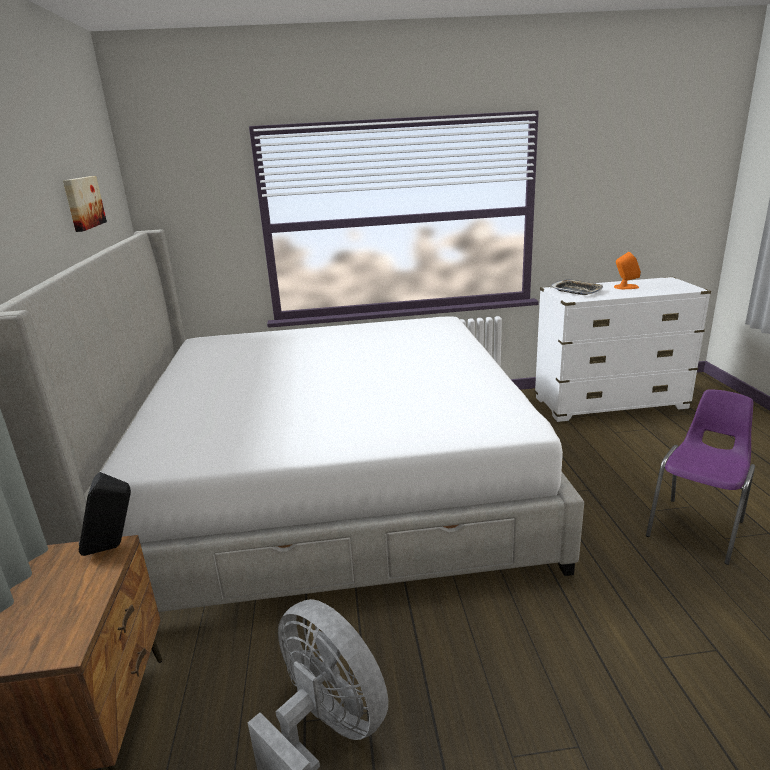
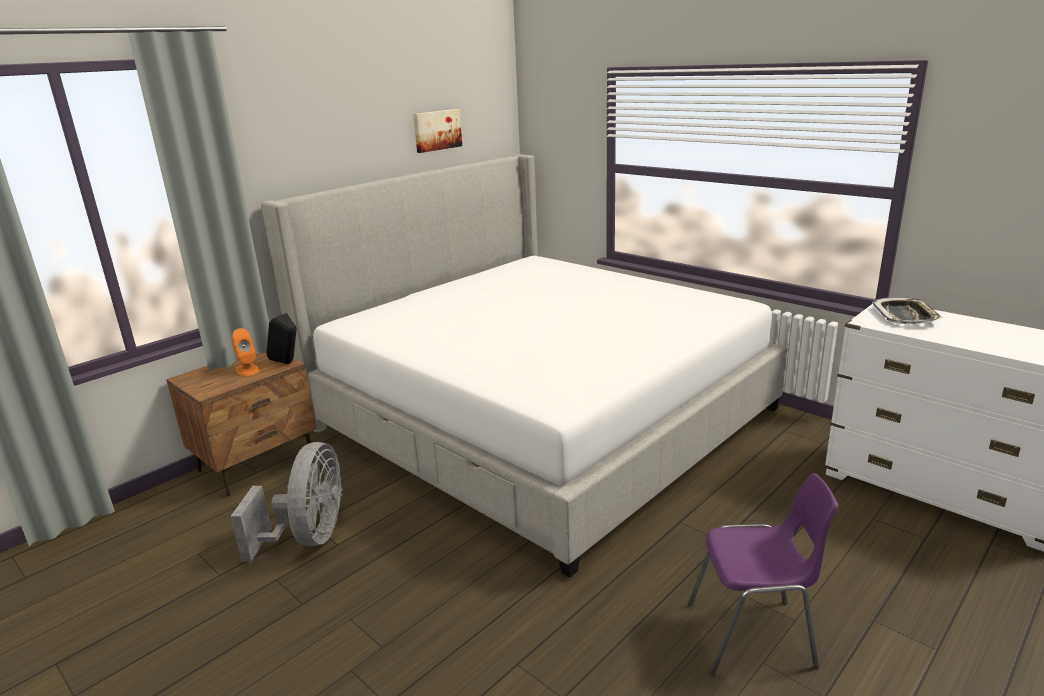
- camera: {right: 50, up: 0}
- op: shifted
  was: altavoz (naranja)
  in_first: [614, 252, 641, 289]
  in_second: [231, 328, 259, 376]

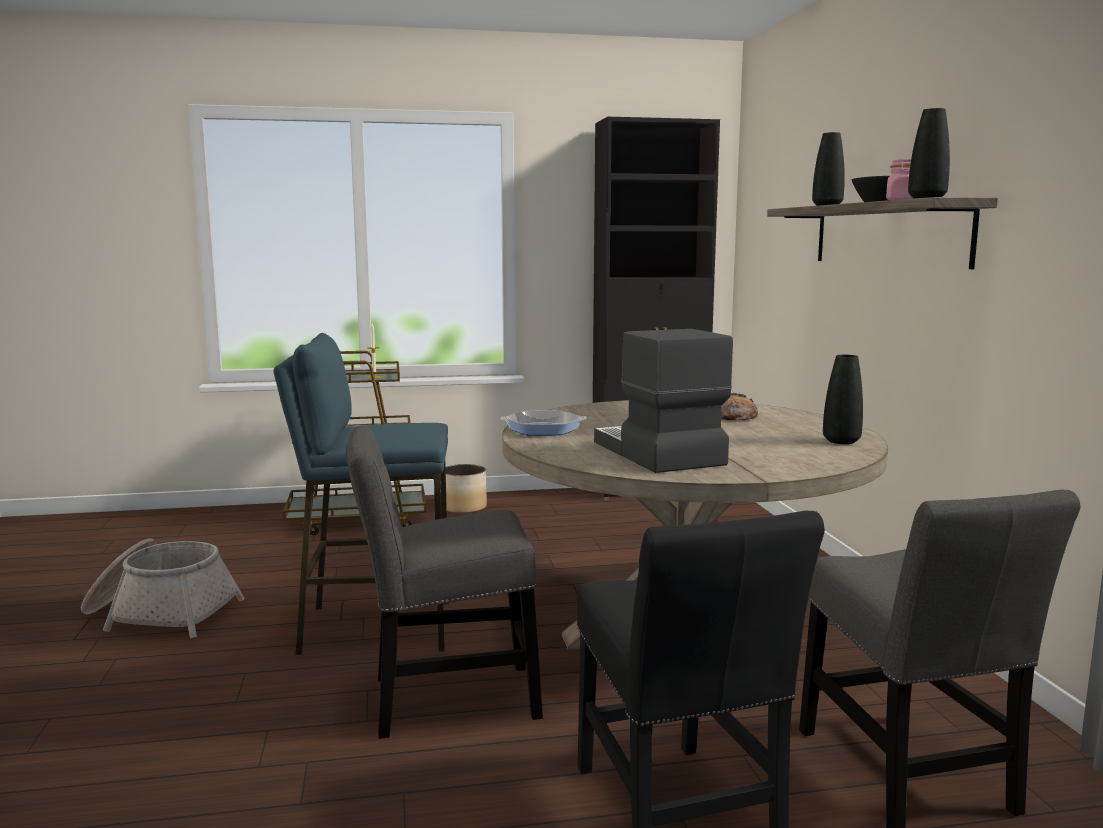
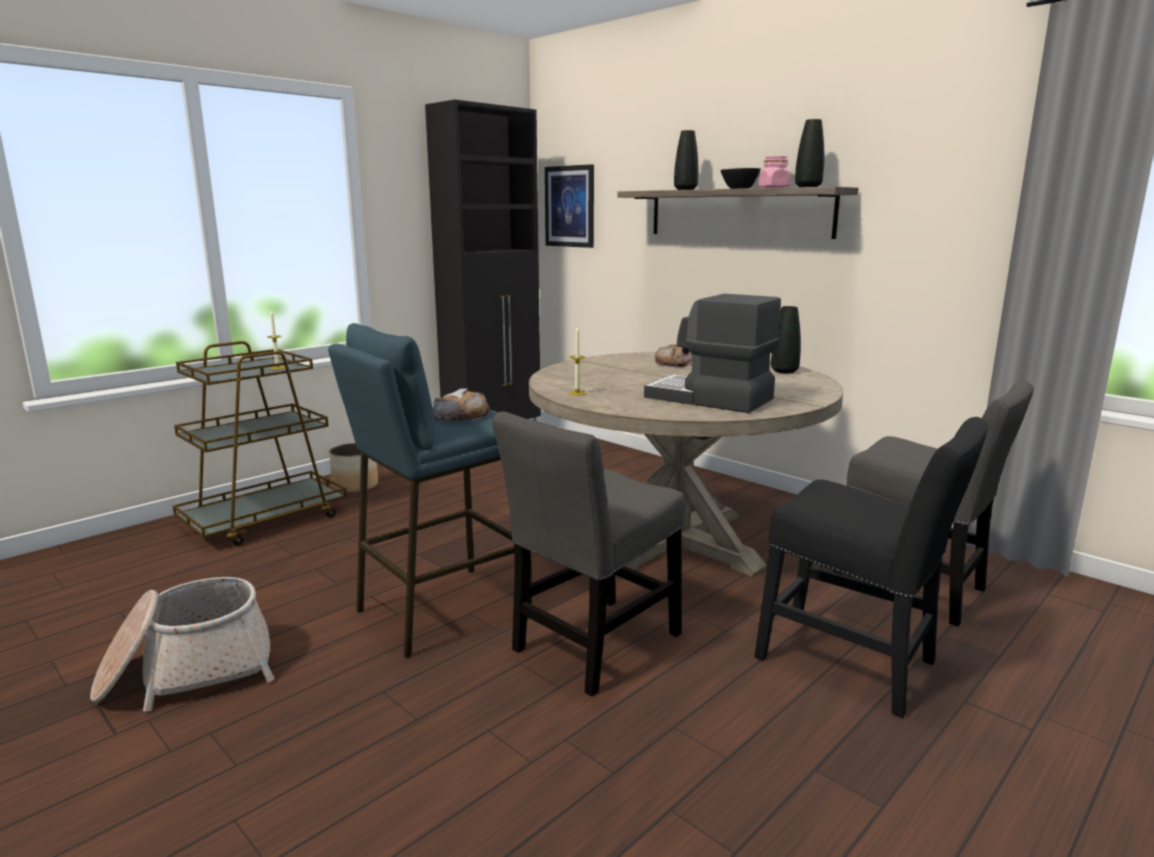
- camera: {right: -35, up: 5}
- op: new
  now: pan
  in_second: [434, 388, 490, 421]
- op: new
  now: cuadro
  in_second: [545, 164, 594, 248]
- op: swapped
  was: sartén
  now: vela
  in_first: [500, 410, 587, 436]
  in_second: [568, 326, 586, 396]

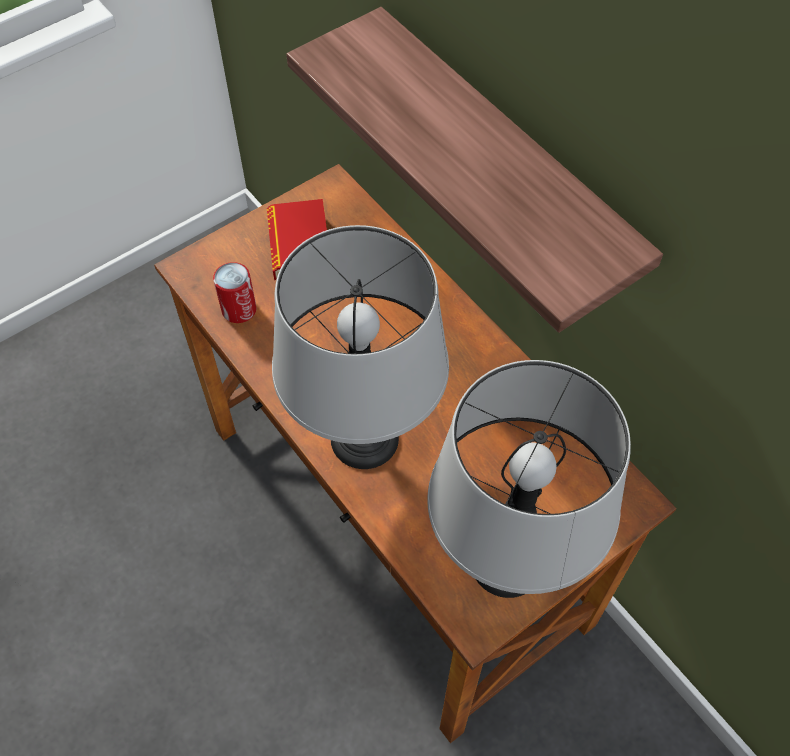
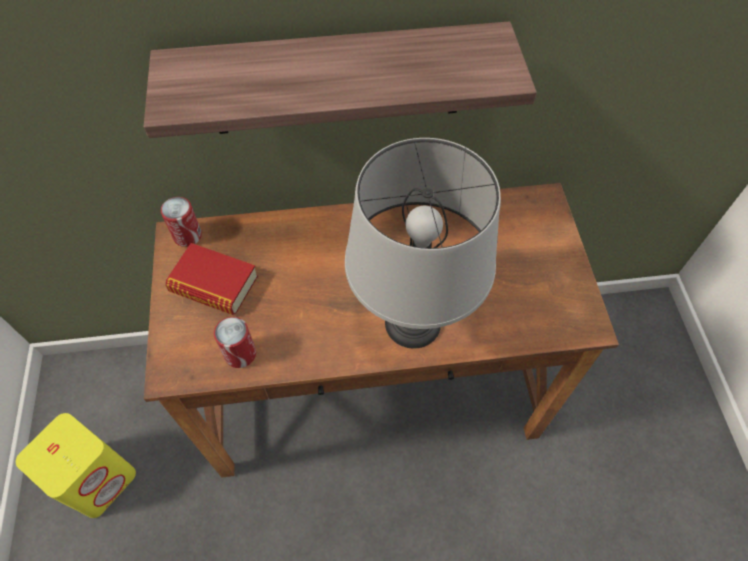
- camera: {right: -60, up: 0}
- op: gone
  was: lámpara de mesa (gris)
  in_first: [427, 360, 631, 598]
- op: new
  now: altavoz (amarillo)
  in_second: [16, 413, 136, 518]
- op: new
  now: lata
  in_second: [161, 197, 202, 247]

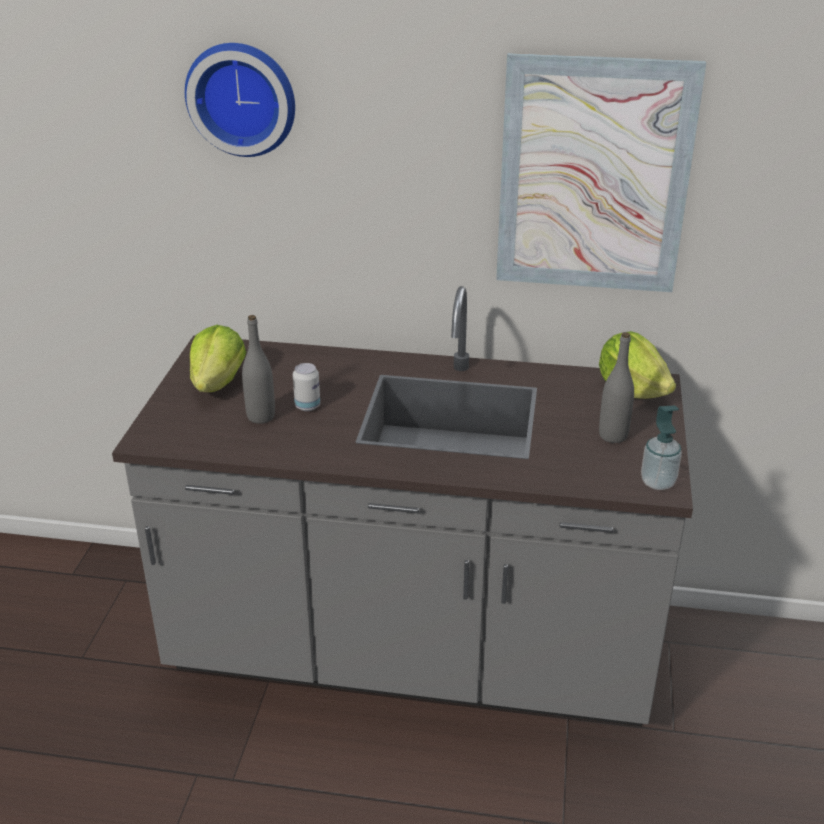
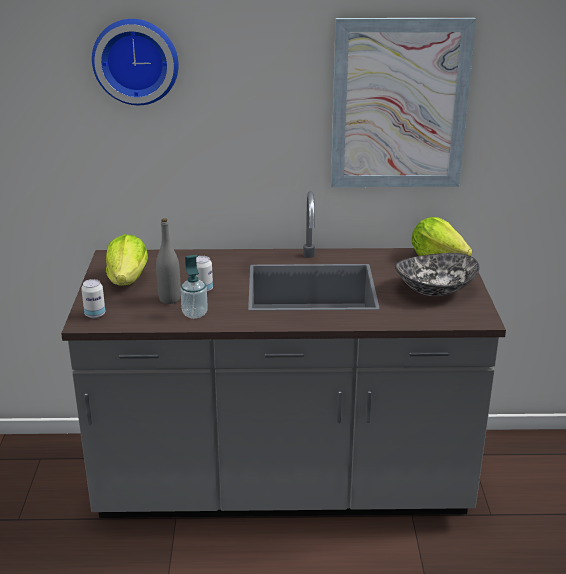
- camera: {right: -10, up: -5}
- op: new
  now: lata
  in_second: [81, 279, 105, 318]
- op: shifted
  was: dispensador de jabón
  in_first: [641, 405, 682, 490]
  in_second: [181, 255, 208, 319]
- op: swapped
  was: botella (gris)
  now: cuenco
  in_first: [599, 332, 634, 443]
  in_second: [395, 253, 480, 296]

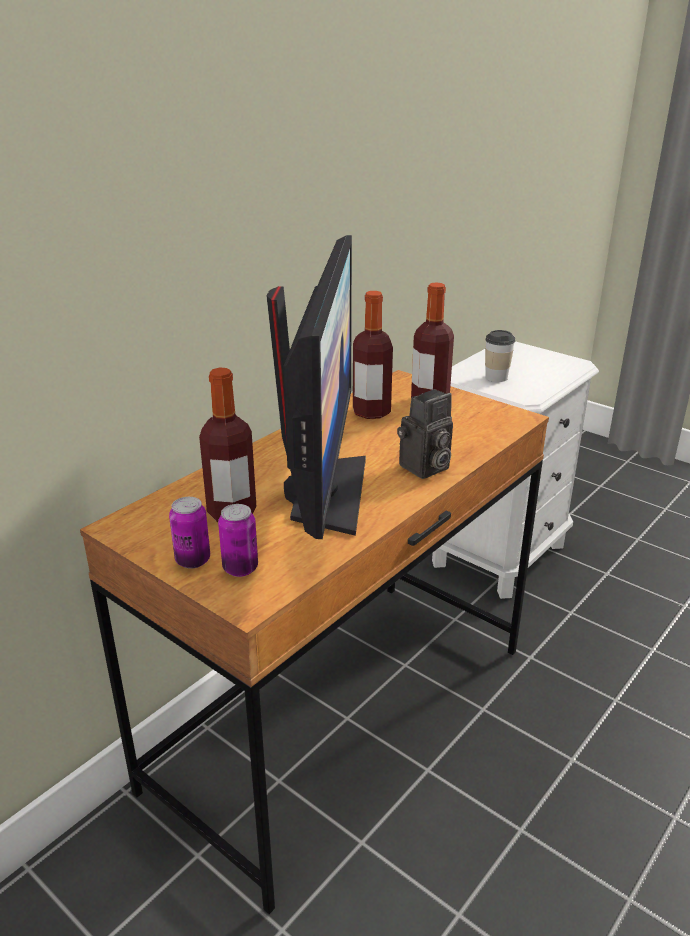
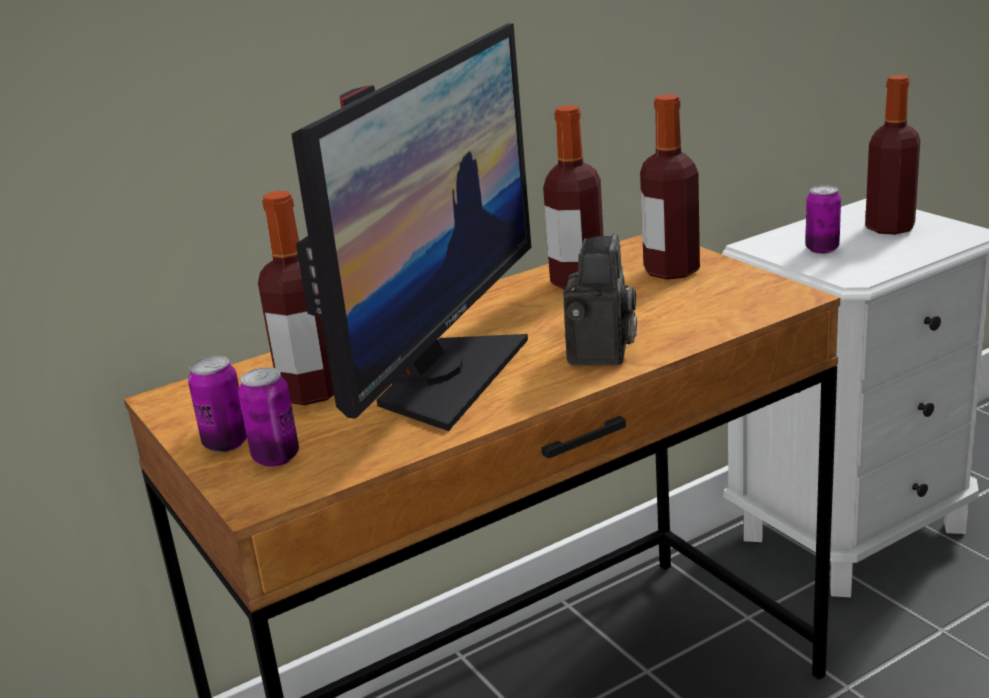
- camera: {right: 20, up: -5}
- op: new
  now: botella
  in_second: [865, 75, 920, 235]
- op: swapped
  was: taza
  now: lata
  in_first: [485, 330, 515, 382]
  in_second: [805, 185, 841, 254]
- op: rotated
  was: cámara
  in_first: [397, 389, 453, 479]
  in_second: [563, 233, 637, 366]
  clockwise: -60

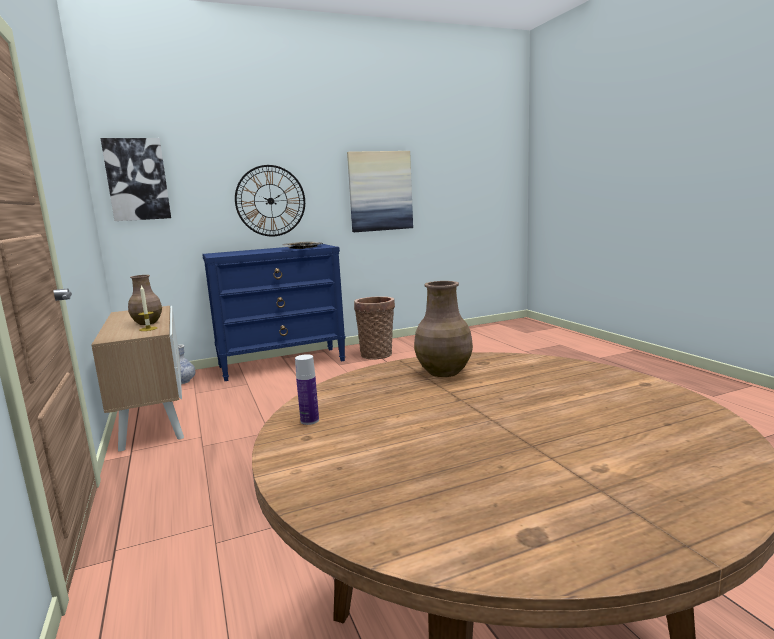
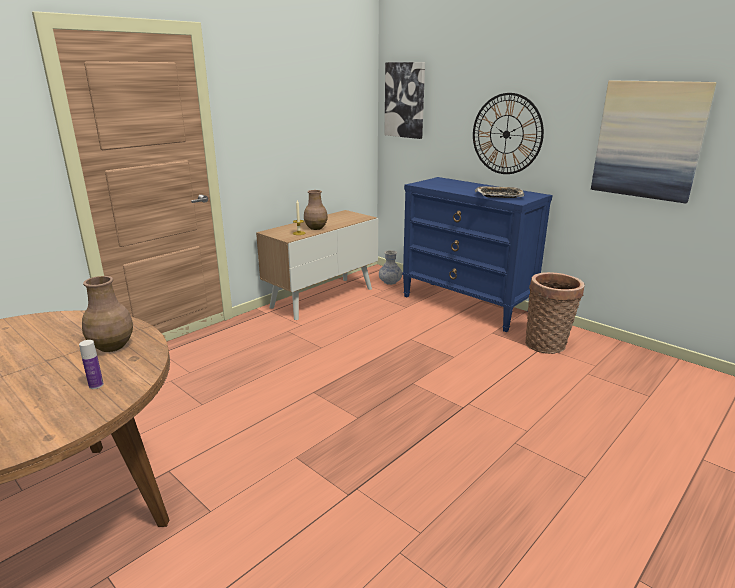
- camera: {right: 65, up: 10}
- op: shifted
  was: botella
  in_first: [295, 354, 319, 425]
  in_second: [79, 340, 104, 389]

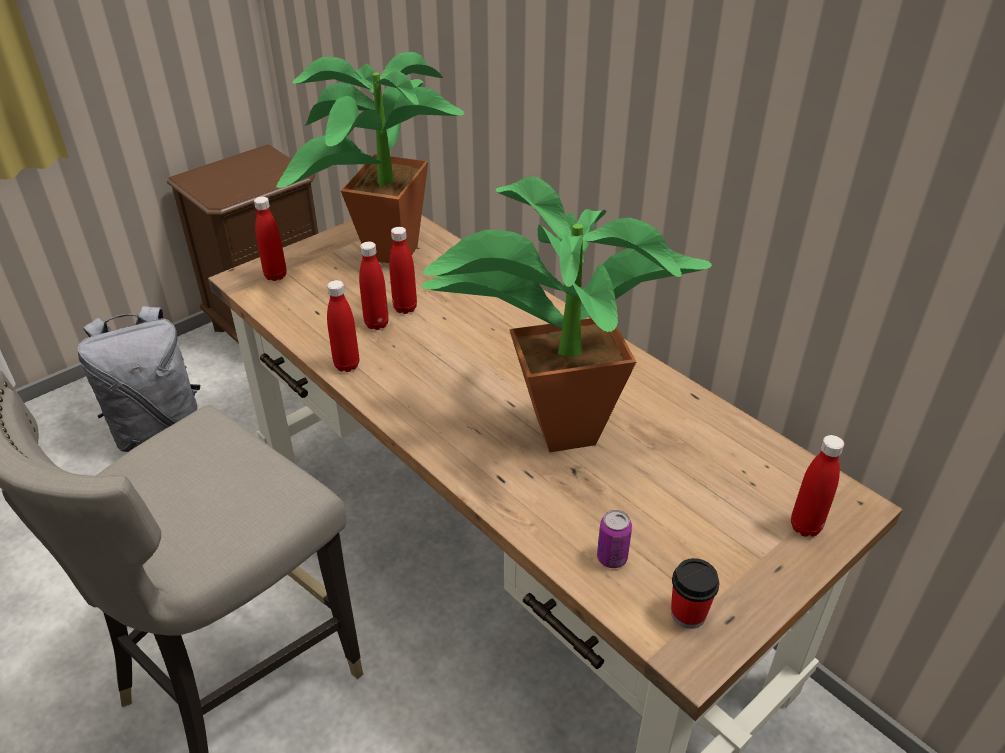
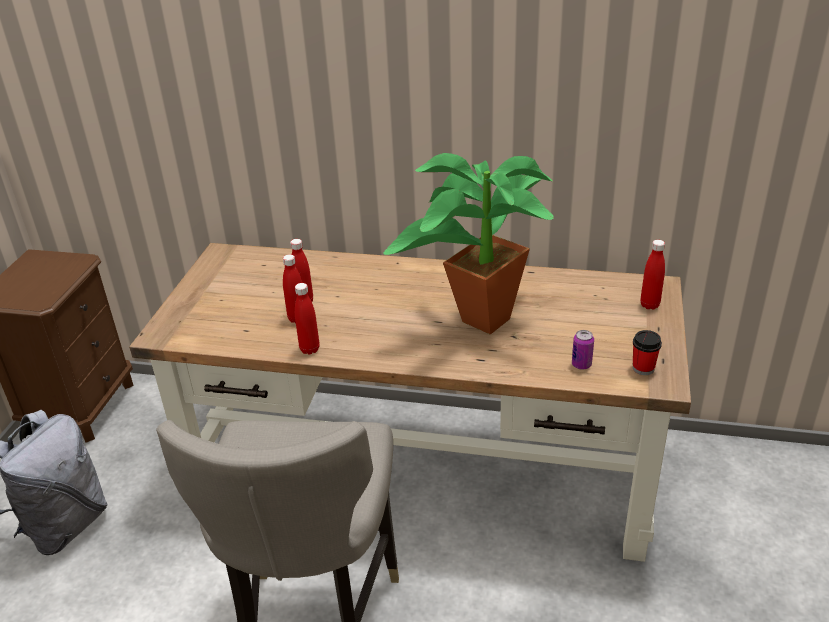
- camera: {right: -35, up: -5}
- op: gone
  was: botella (rojo)
  in_first: [254, 197, 287, 281]
- op: gone
  was: planta en maceta
  in_first: [277, 52, 465, 263]

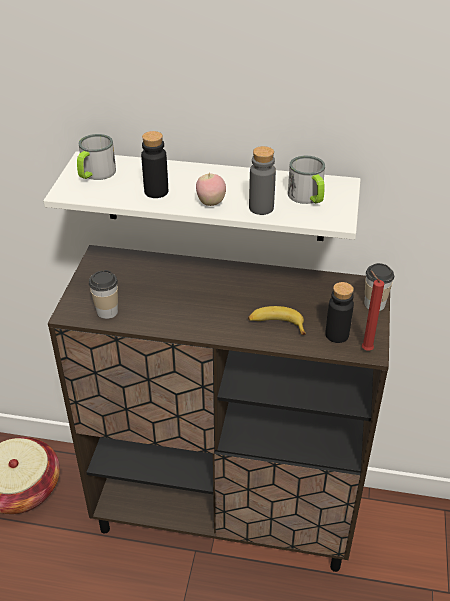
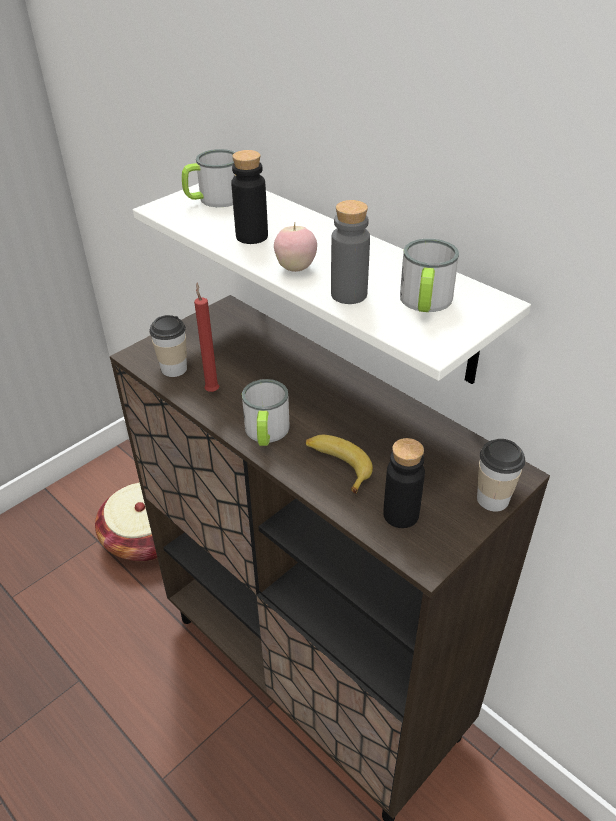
- camera: {right: 35, up: 0}
- op: new
  now: taza grande
  in_second: [242, 379, 290, 446]
- op: shifted
  was: vela (rojo)
  in_first: [362, 270, 384, 351]
  in_second: [194, 283, 219, 392]

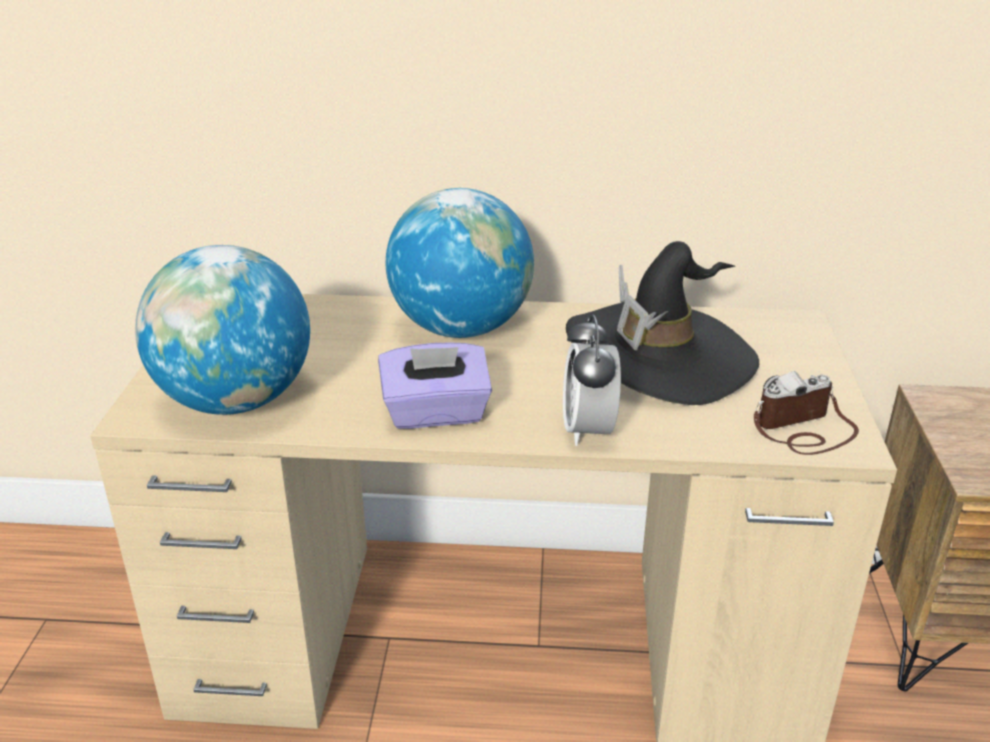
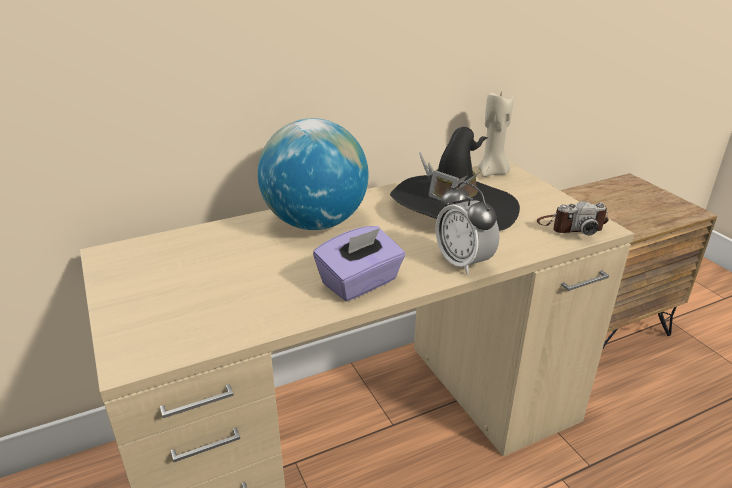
- camera: {right: -30, up: 0}
- op: gone
  was: globo terráqueo
  in_first: [135, 245, 310, 415]
- op: new
  now: vela (beis)
  in_second: [478, 90, 514, 177]
- op: rotated
  was: cámara
  in_first: [754, 371, 859, 455]
  in_second: [537, 201, 609, 236]
  clockwise: -135

